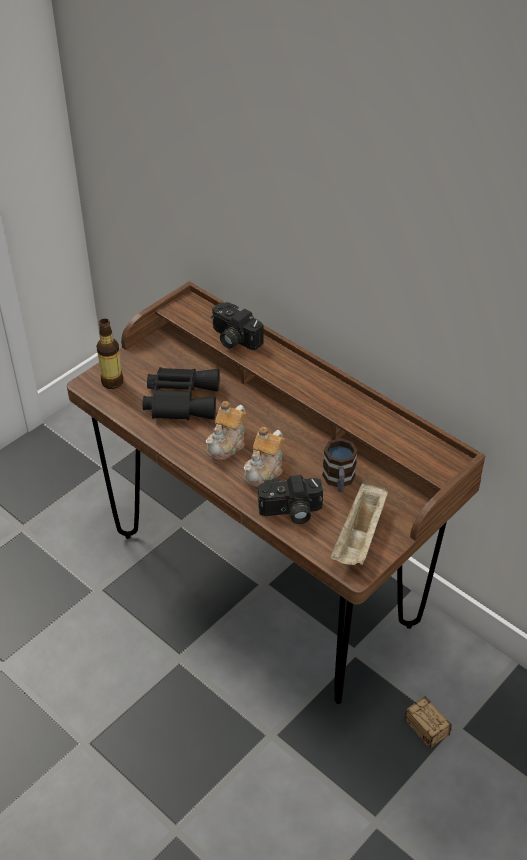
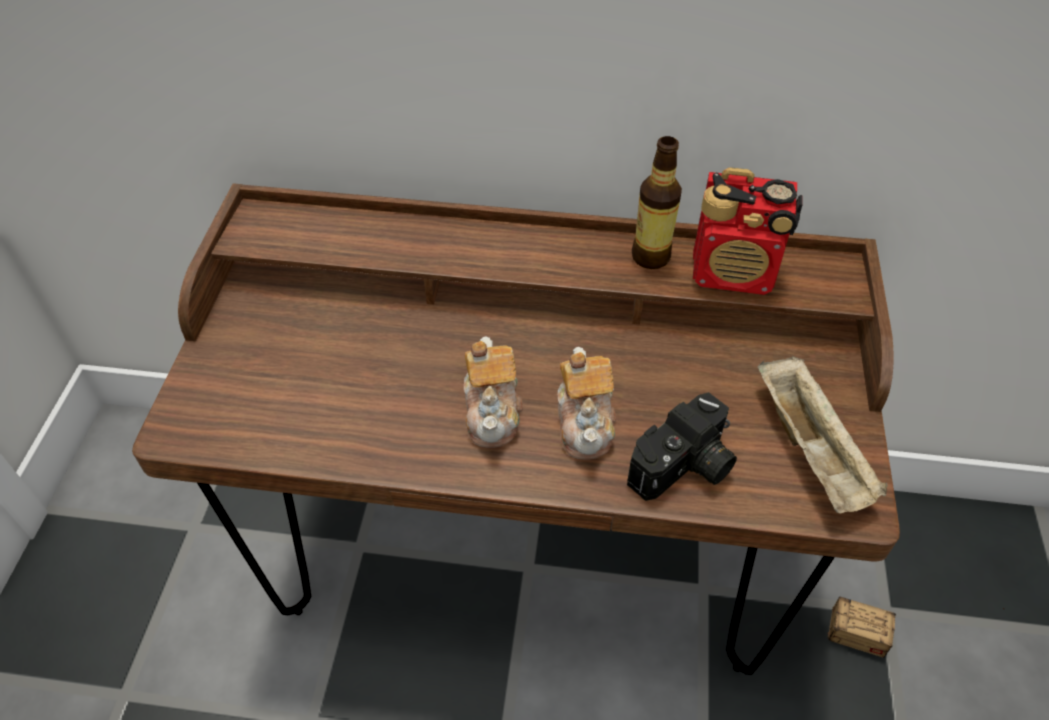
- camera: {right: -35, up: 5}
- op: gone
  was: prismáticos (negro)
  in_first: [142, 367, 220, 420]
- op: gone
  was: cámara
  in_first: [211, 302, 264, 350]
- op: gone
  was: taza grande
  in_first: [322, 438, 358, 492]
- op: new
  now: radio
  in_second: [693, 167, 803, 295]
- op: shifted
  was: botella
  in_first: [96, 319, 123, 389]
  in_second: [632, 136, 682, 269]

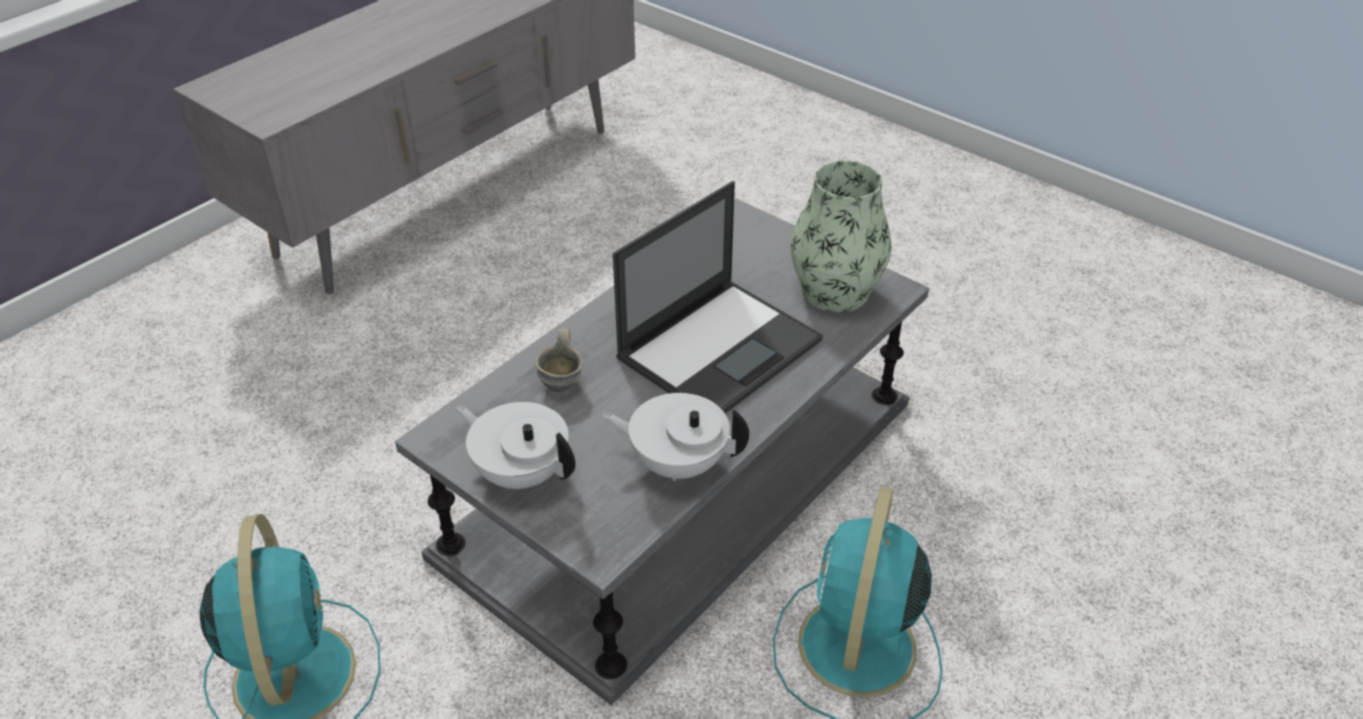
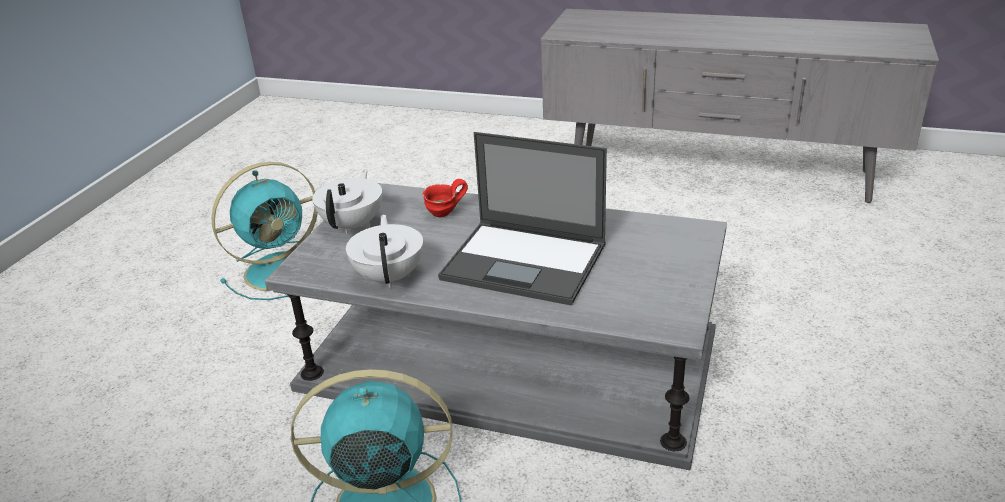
- camera: {right: 70, up: -10}
- op: gone
  was: florero
  in_first: [791, 161, 892, 312]
- op: repainted
  was: taza grande (gris)
  now: taza grande (rojo)
  in_first: [535, 328, 583, 392]
  in_second: [423, 179, 468, 217]

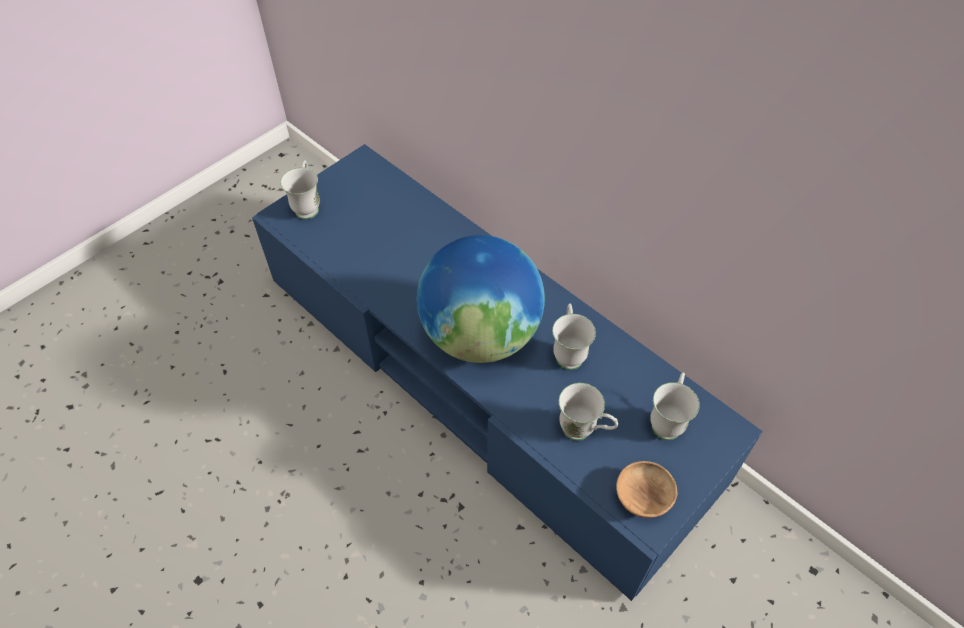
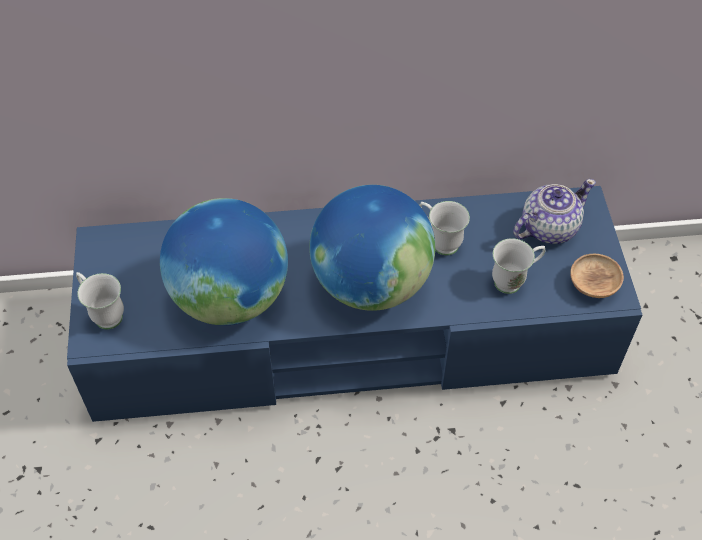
- camera: {right: -50, up: 0}
- op: new
  now: globo terráqueo
  in_second: [160, 198, 288, 326]
- op: swapped
  was: taza grande (blanco)
  now: tetera
  in_first: [650, 372, 700, 440]
  in_second: [513, 179, 596, 244]

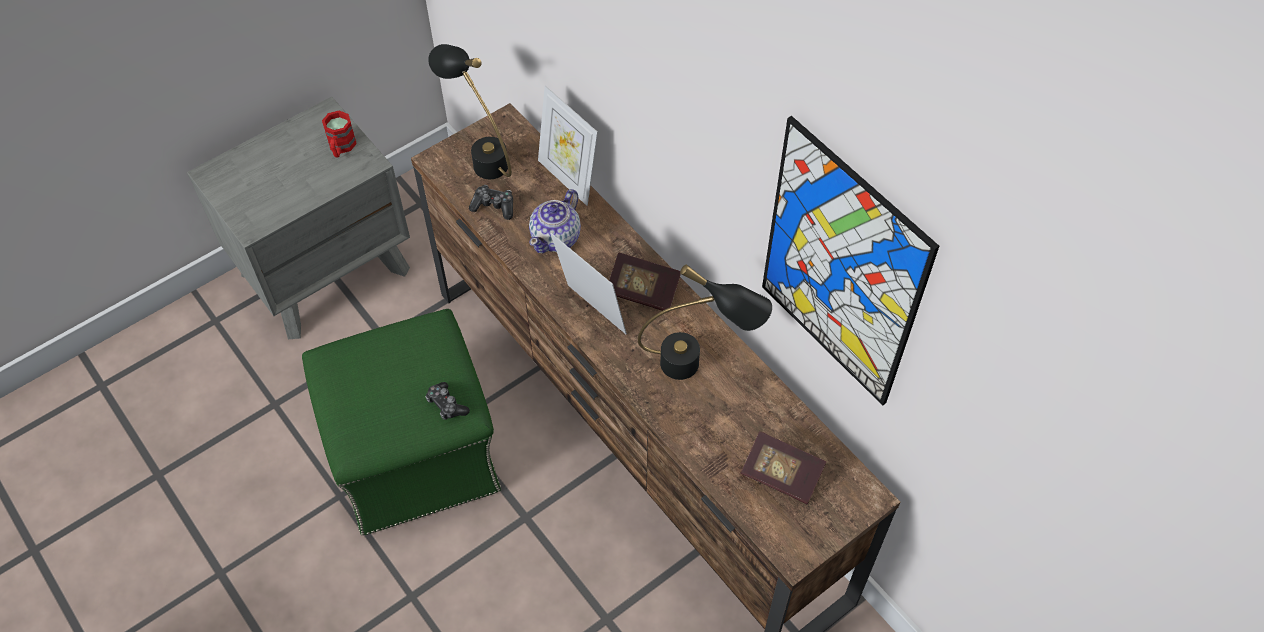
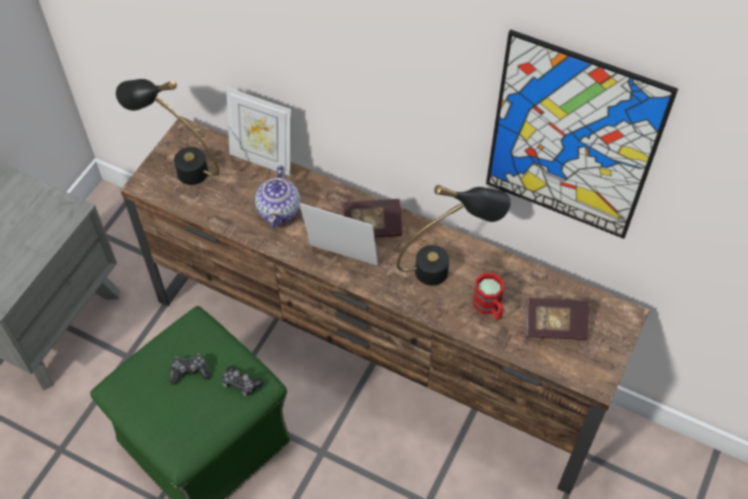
- camera: {right: -25, up: 0}
- op: shifted
  was: taza grande (rojo)
  in_first: [322, 111, 357, 158]
  in_second: [473, 273, 504, 320]
- op: shifted
  was: mando de consola
  in_first: [469, 185, 513, 220]
  in_second: [170, 354, 211, 385]

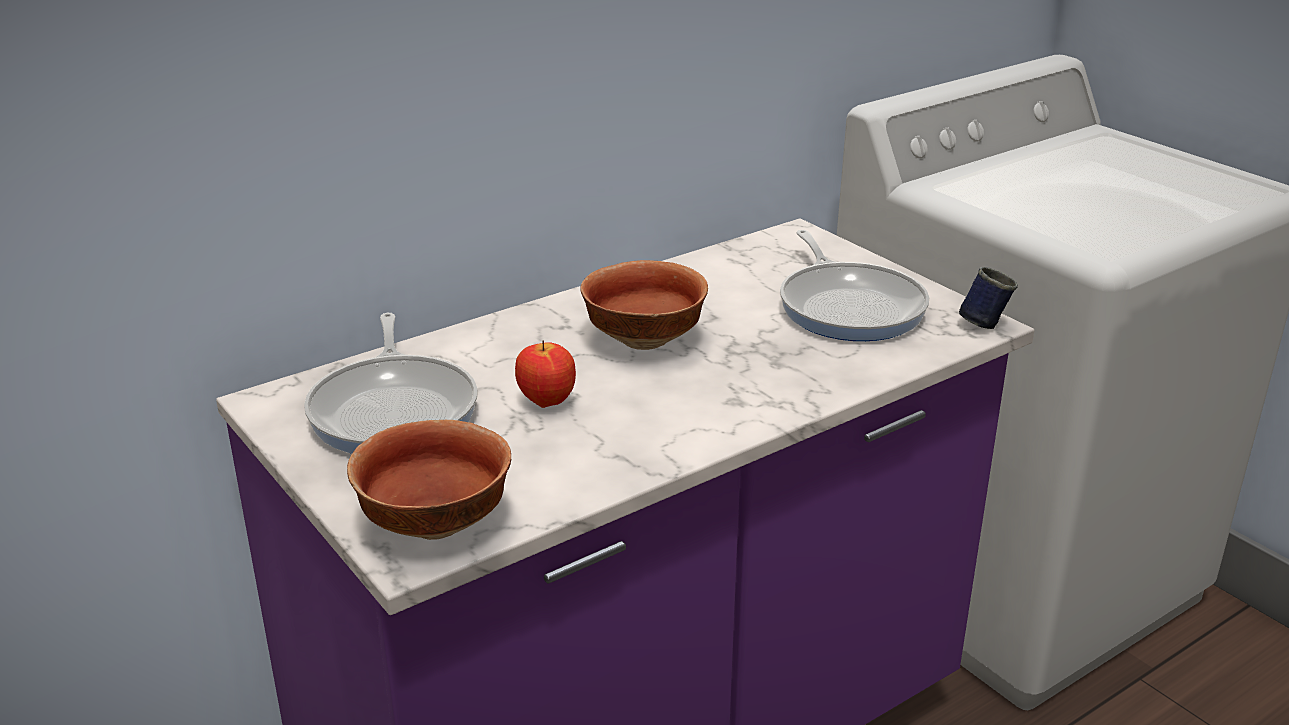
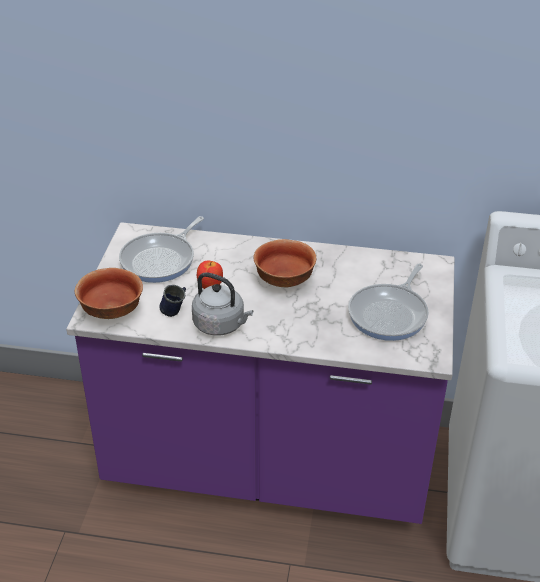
- camera: {right: 45, up: 10}
- op: new
  now: hervidor (gris)
  in_second: [192, 272, 253, 335]
- op: shifted
  was: taza grande (azul)
  in_first: [959, 267, 1018, 329]
  in_second: [159, 285, 186, 317]

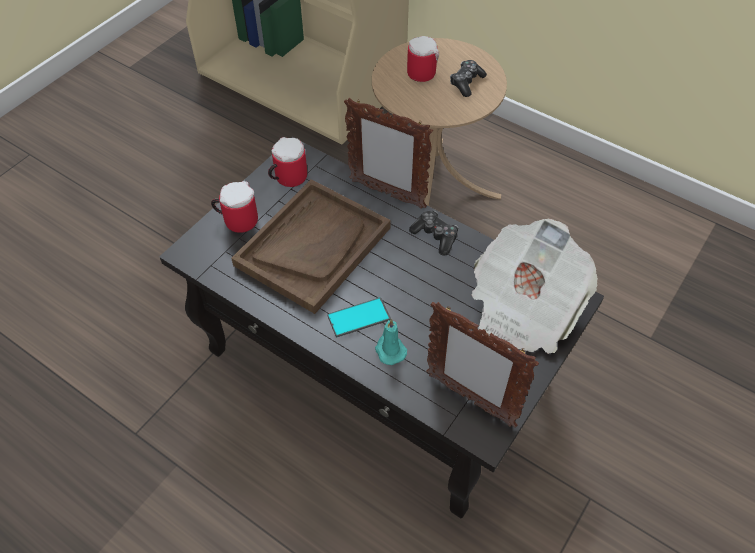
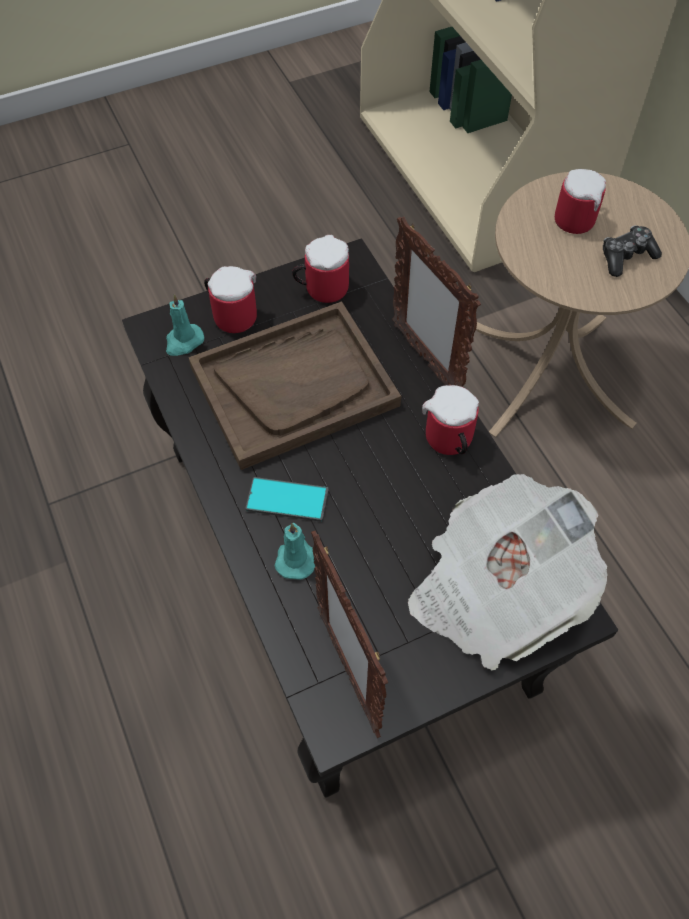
- camera: {right: 30, up: 5}
- op: new
  now: vela (turquesa)
  in_second: [166, 294, 204, 356]
- op: swapped
  was: mando de consola
  now: taza grande
  in_first: [409, 211, 458, 256]
  in_second: [422, 385, 479, 455]

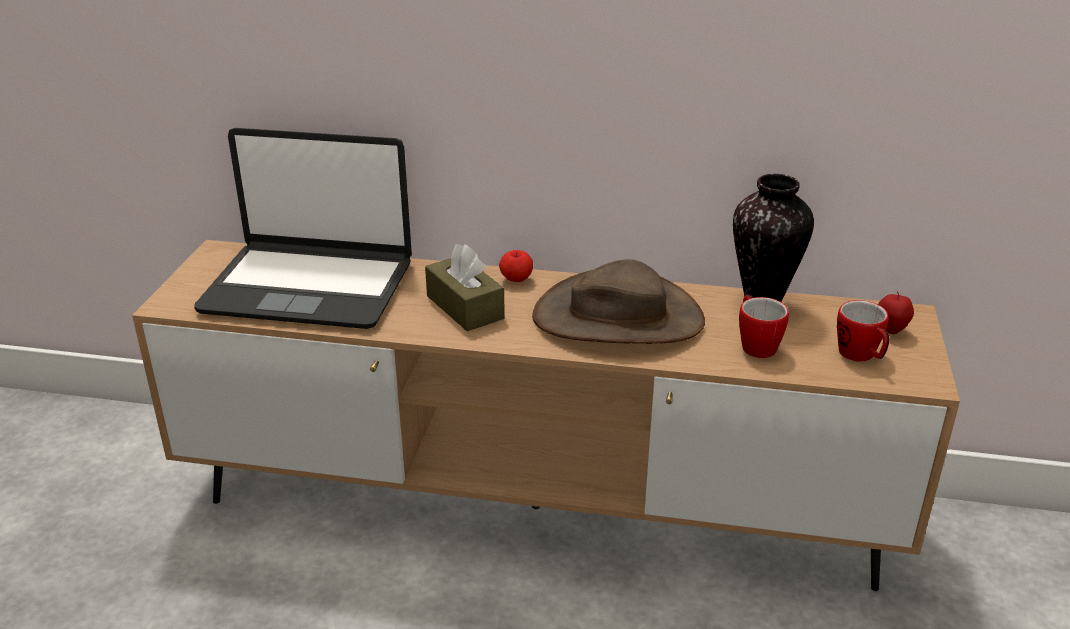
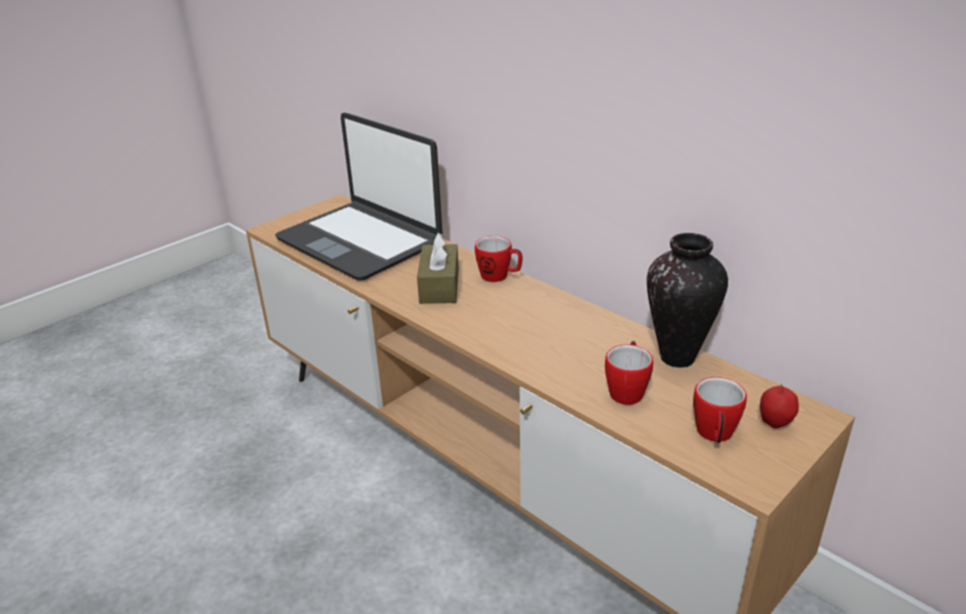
- camera: {right: 35, up: 0}
- op: gone
  was: sombrero (marrón)
  in_first: [532, 259, 705, 344]
- op: swapped
  was: manzana
  now: taza grande
  in_first: [499, 250, 533, 282]
  in_second: [475, 236, 523, 282]

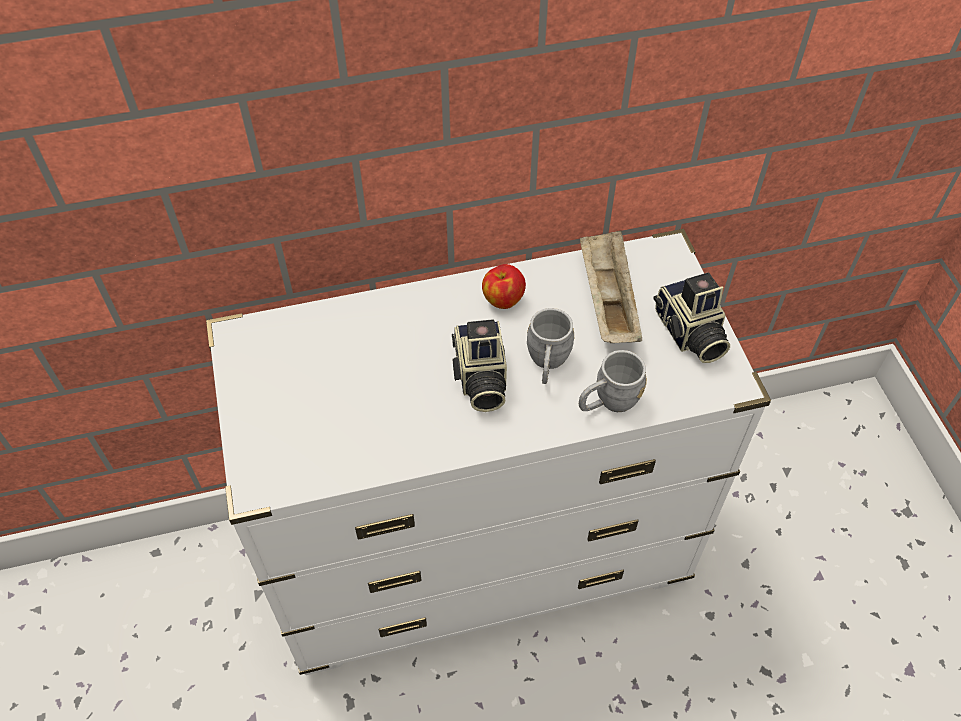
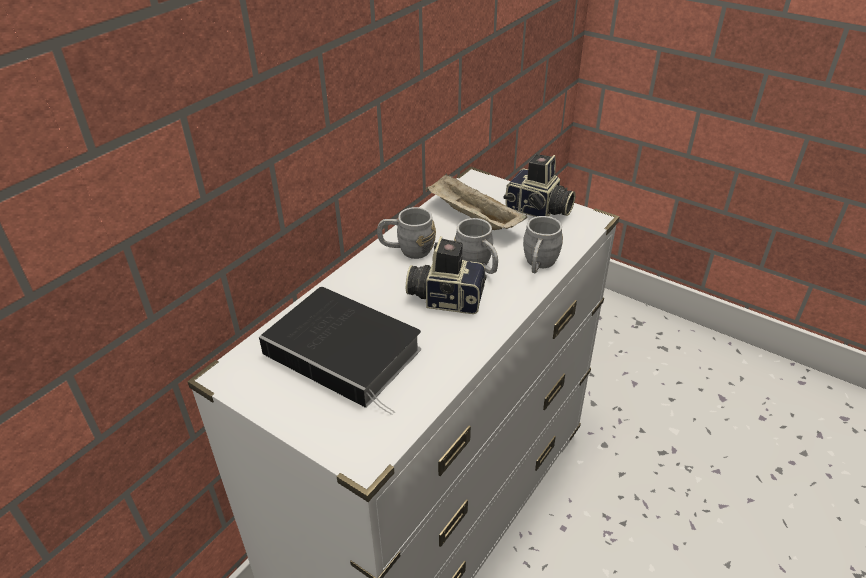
- camera: {right: -40, up: -15}
- op: new
  now: libro
  in_second: [259, 287, 421, 415]
- op: swapped
  was: manzana
  now: taza grande (gris)
  in_first: [482, 264, 526, 309]
  in_second: [377, 207, 436, 259]
- op: rotated
  was: cámara
  in_first: [452, 319, 507, 412]
  in_second: [406, 236, 487, 314]
  clockwise: 150

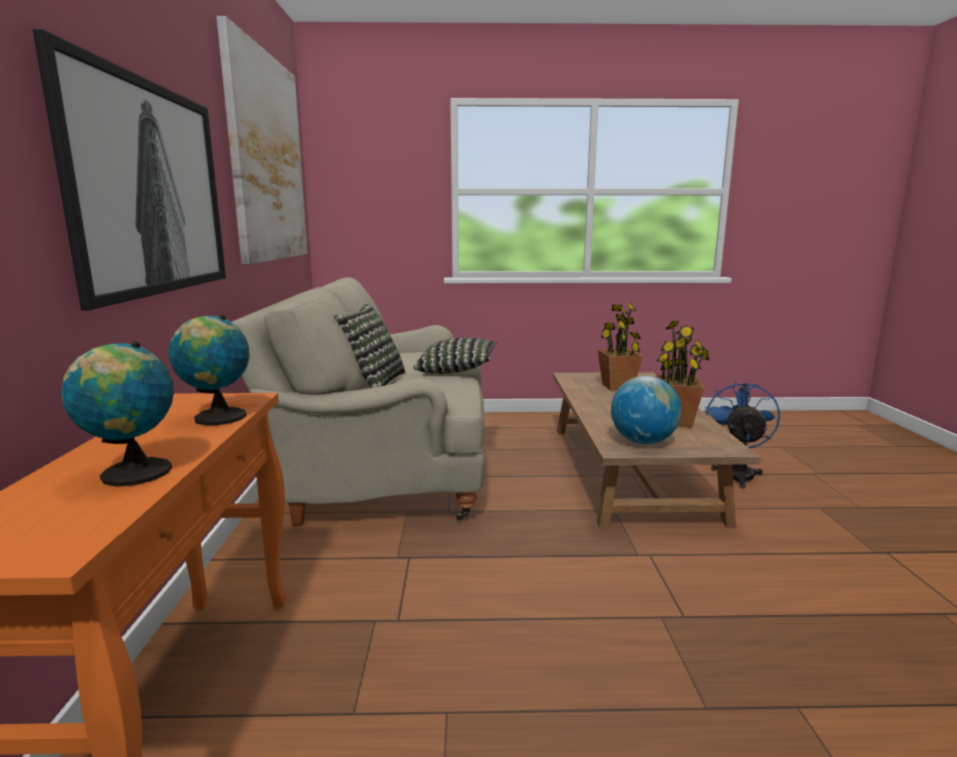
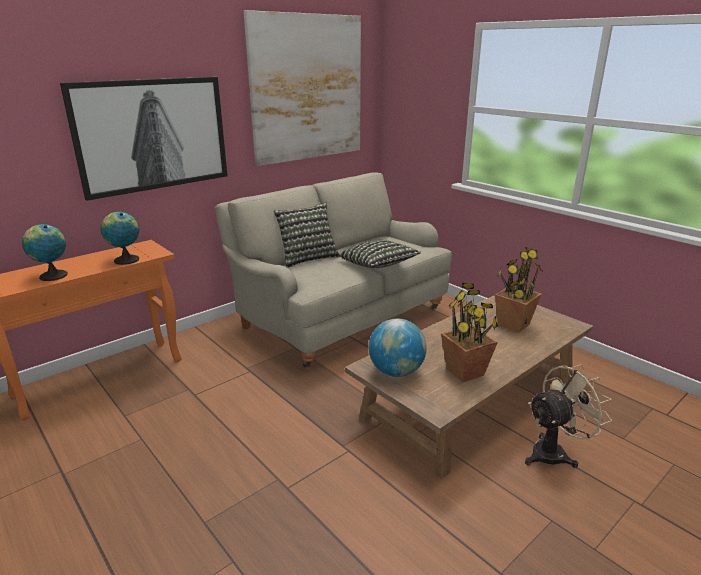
- camera: {right: 50, up: 10}
- op: repainted
  was: ventilador (azul)
  now: ventilador (beis)
  in_first: [705, 381, 780, 488]
  in_second: [525, 364, 612, 468]

